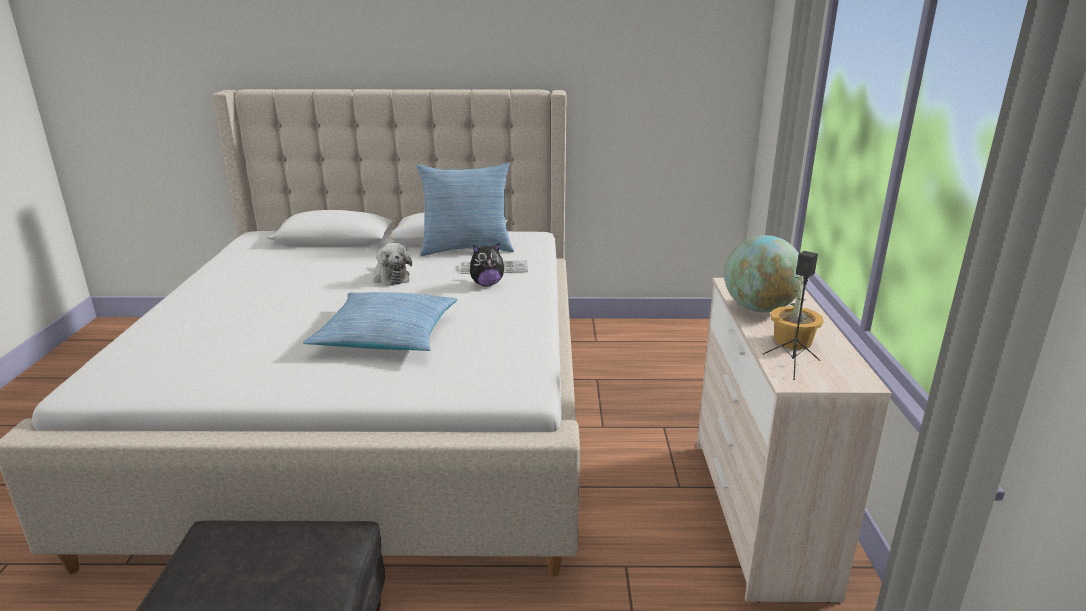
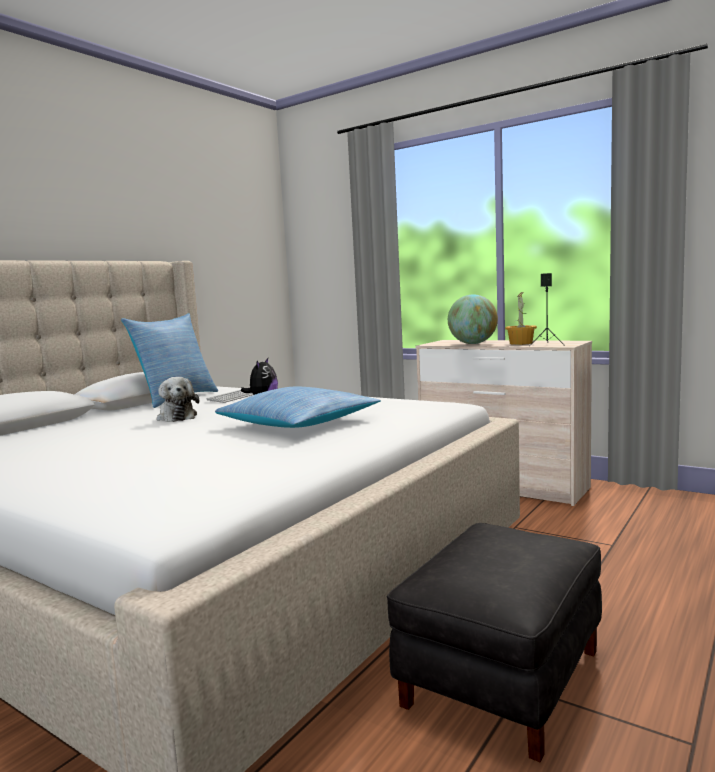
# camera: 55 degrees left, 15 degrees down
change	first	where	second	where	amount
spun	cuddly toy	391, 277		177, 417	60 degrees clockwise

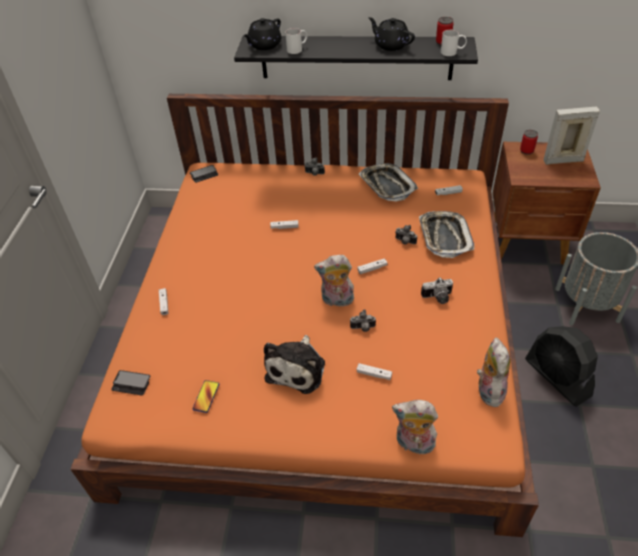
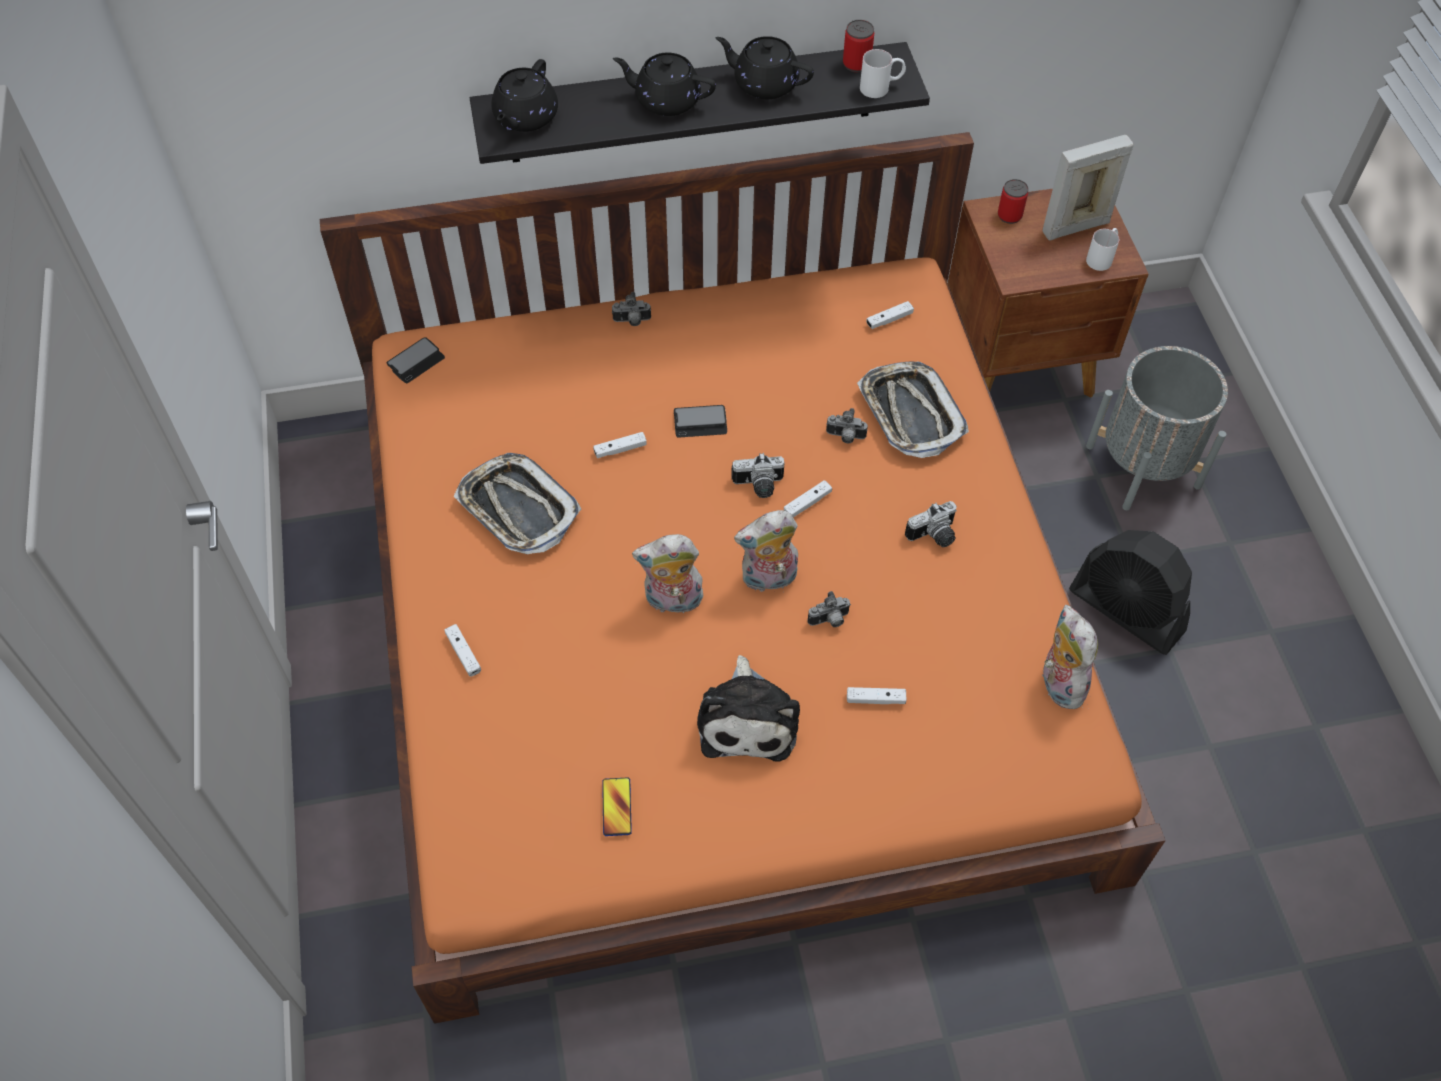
# camera: 20 degrees left, 10 degrees up
change	first	where	second	where	amount
relocated	whitish coffee mug	297, 49		1102, 257	
relocated	serving tray	387, 185		517, 509	
relocated	handset	131, 383		700, 422	
relocated	cuddly toy	413, 444		672, 601	
appeared			black tea pot	666, 100	
appeared			photo camera	758, 486	

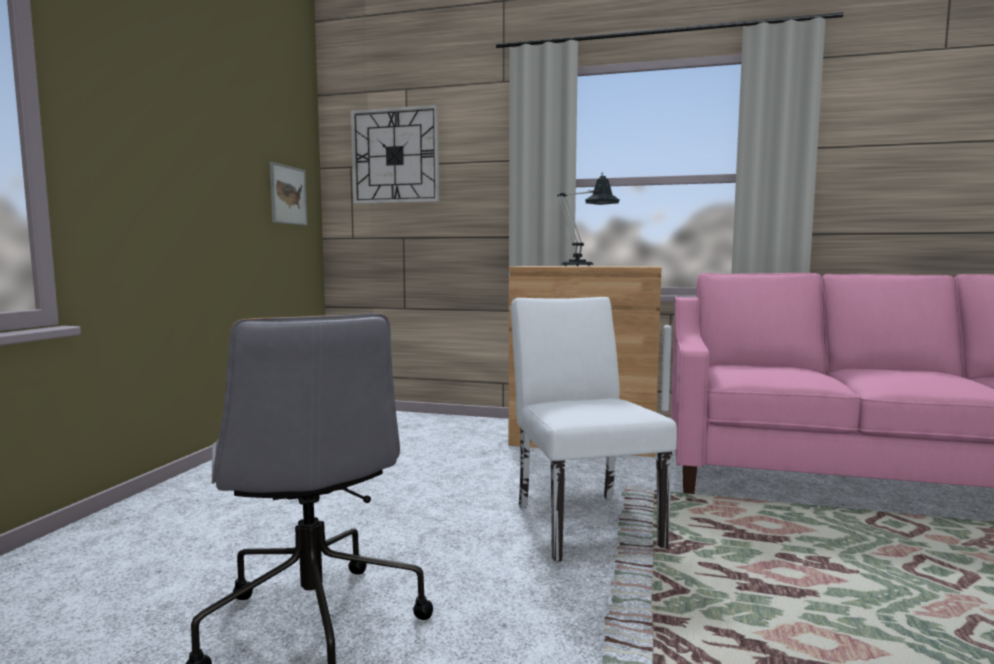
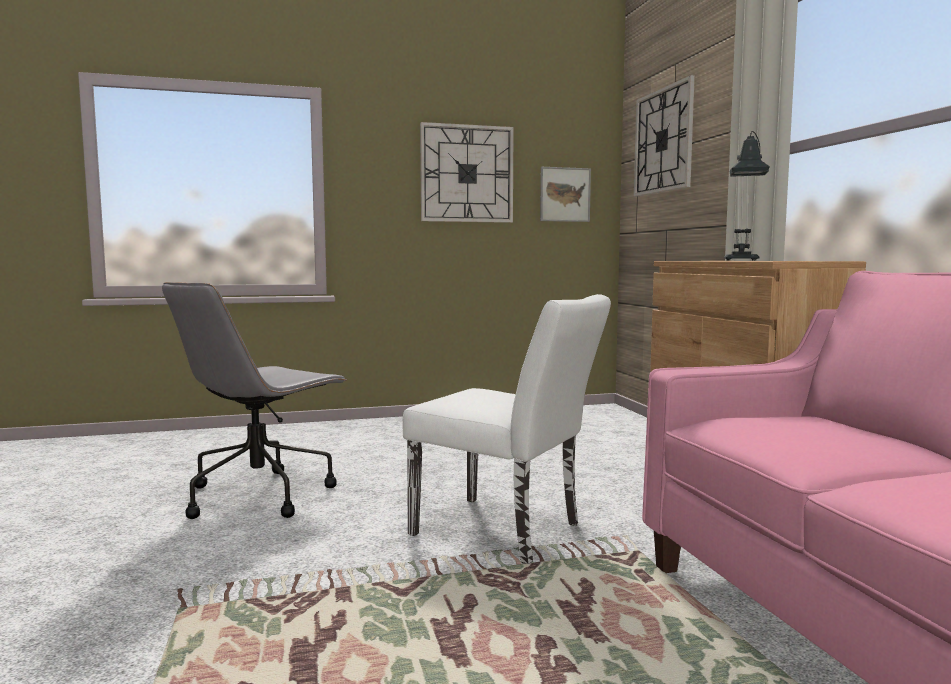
# camera: 60 degrees right, 0 degrees up
change	first	where	second	where	amount
spun	whitish plain chair	582, 520		507, 532	75 degrees clockwise
appeared			wall clock	467, 174	

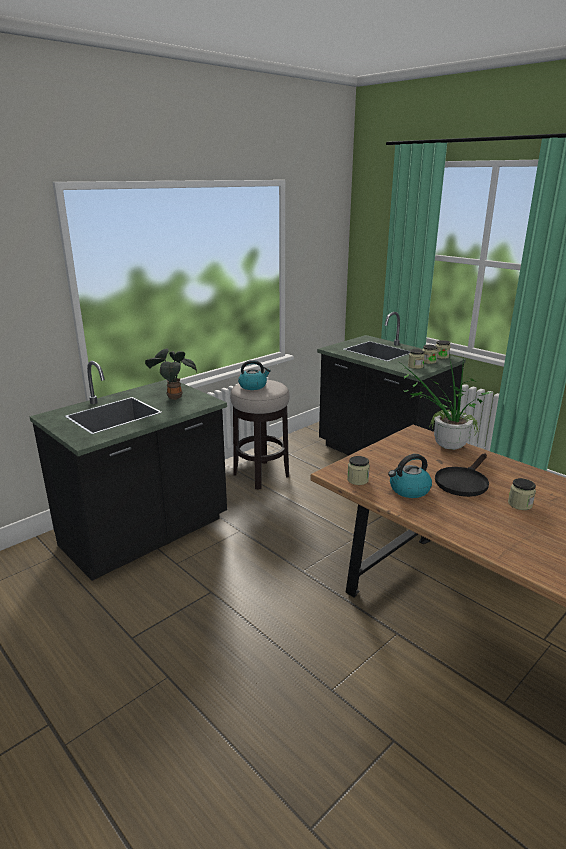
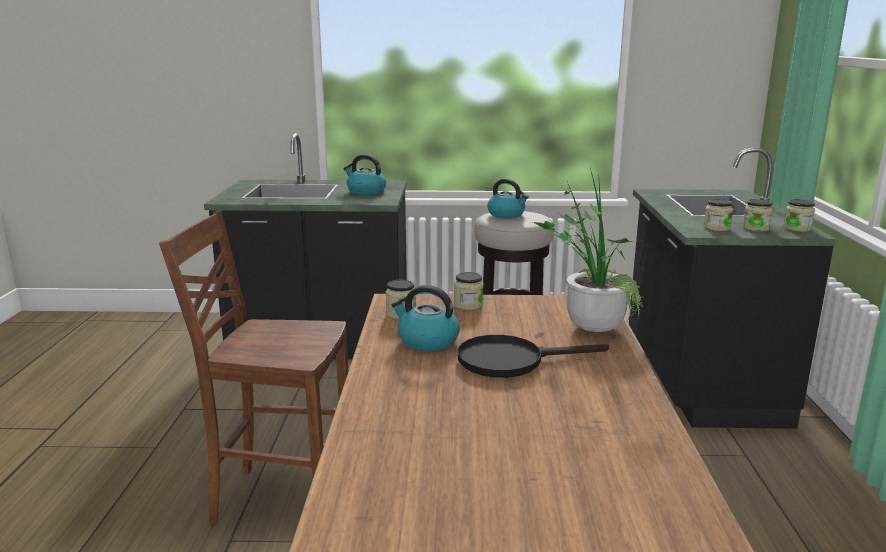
# camera: 45 degrees right, 5 degrees down
change	first	where	second	where	amount
exchanged	houseplant	173, 397	tea kettle	365, 191	
relocated	jar	520, 504		468, 305	
appeared			brownish plain chair	281, 499	

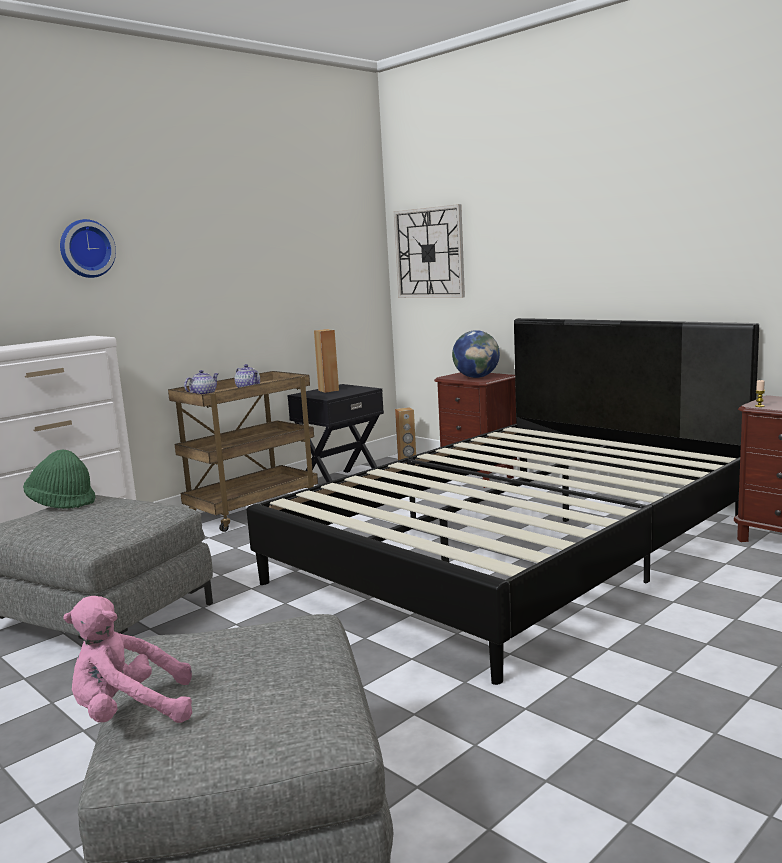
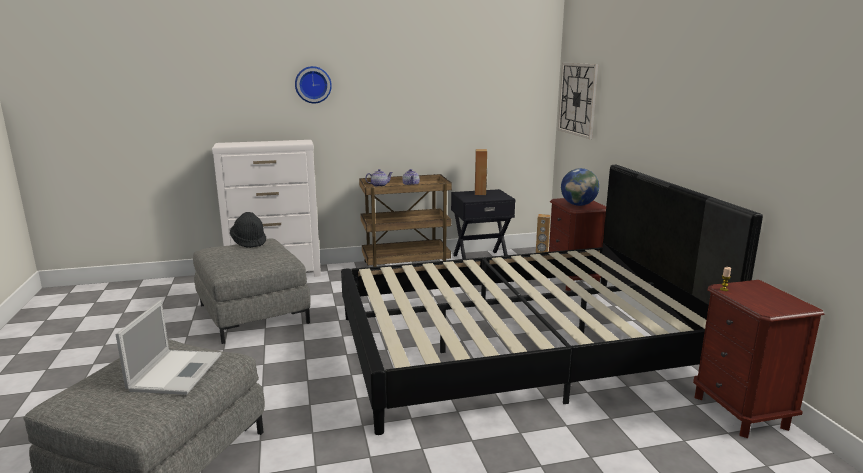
# camera: 30 degrees right, 5 degrees up
change	first	where	second	where	amount
colour	green-coloured hat	62, 503	black hat	249, 242	
missing	pink-coloured cuddly toy	130, 714			
appeared			portable computer	176, 371	

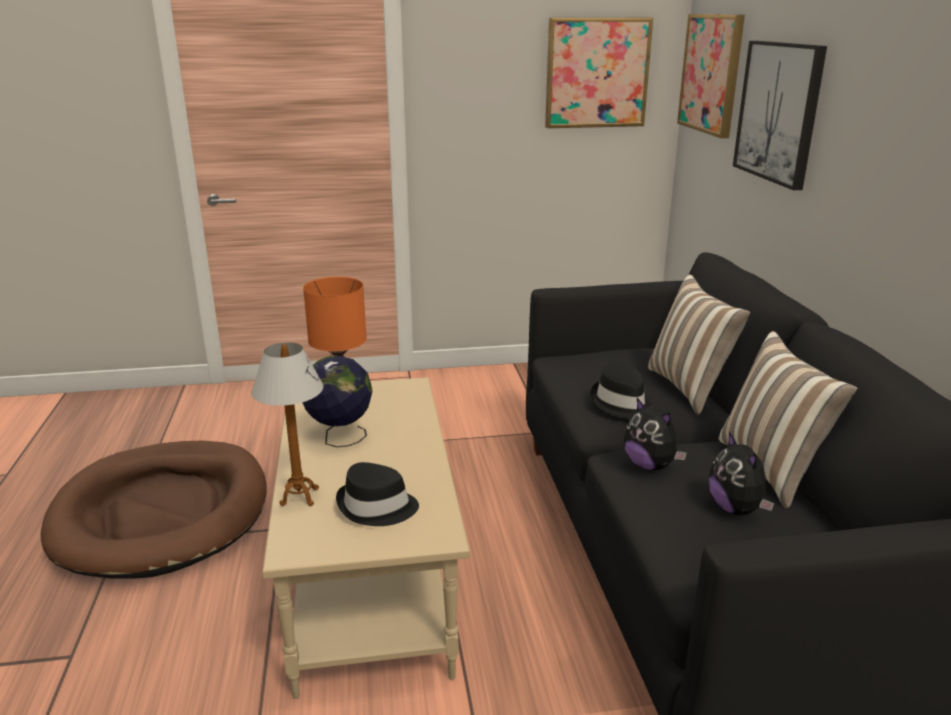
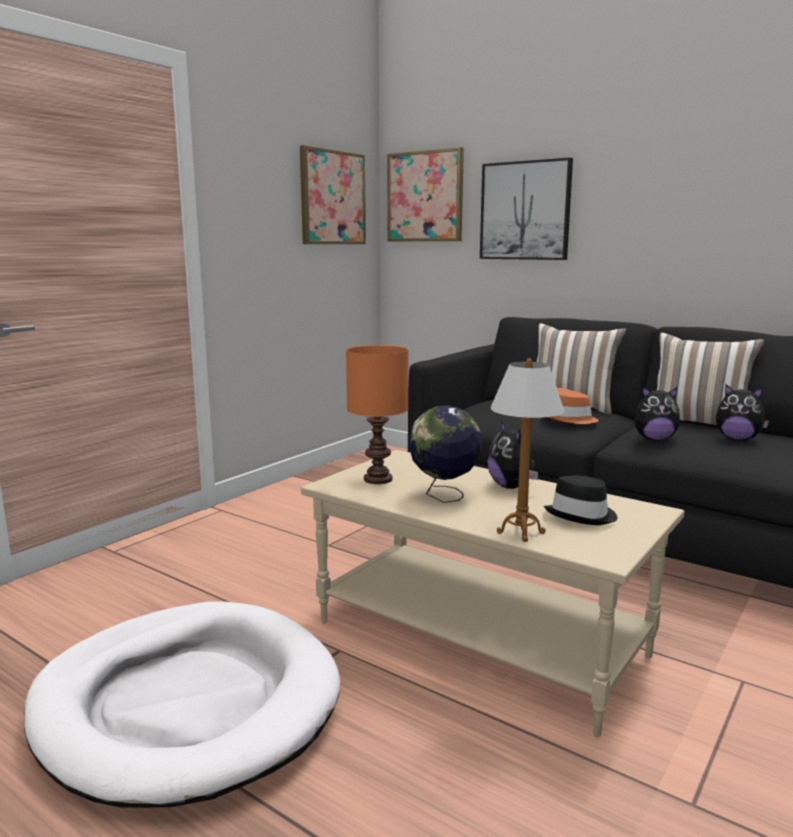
# camera: 45 degrees left, 10 degrees down
change	first	where	second	where	amount
colour	black hat	621, 403	orangey hat	569, 418	
colour	brownish dog bed	162, 513	whitish dog bed	187, 704	
appeared			cuddly toy	512, 486	

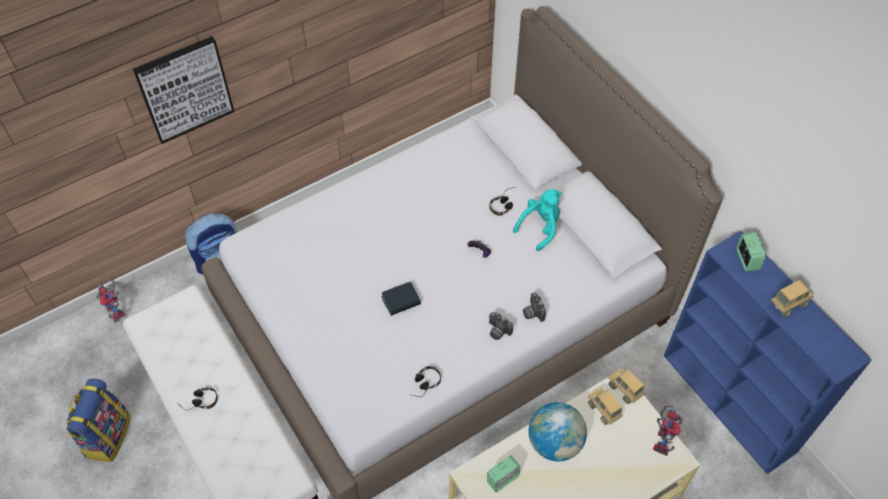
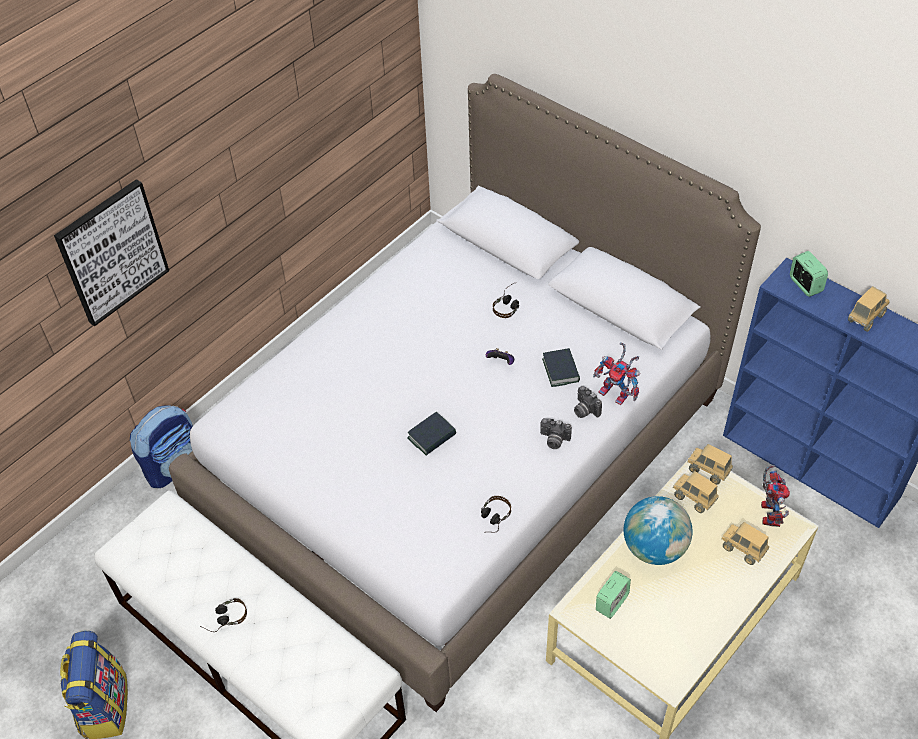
# camera: 15 degrees left, 5 degrees down
change	first	where	second	where	amount
missing	blue-green cuddly toy	540, 228			
relocated	robot figure	118, 312		617, 393	
appeared			volume	560, 370	
appeared			model truck	743, 550	

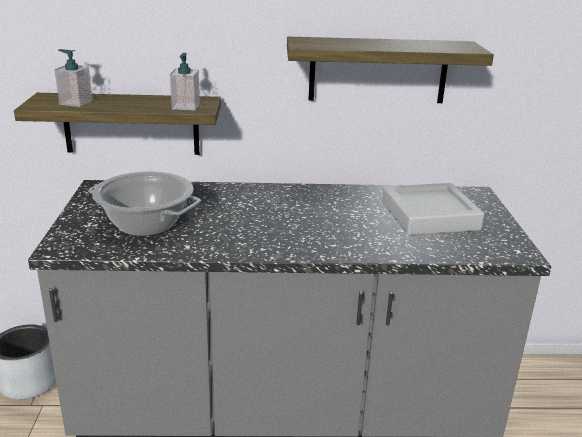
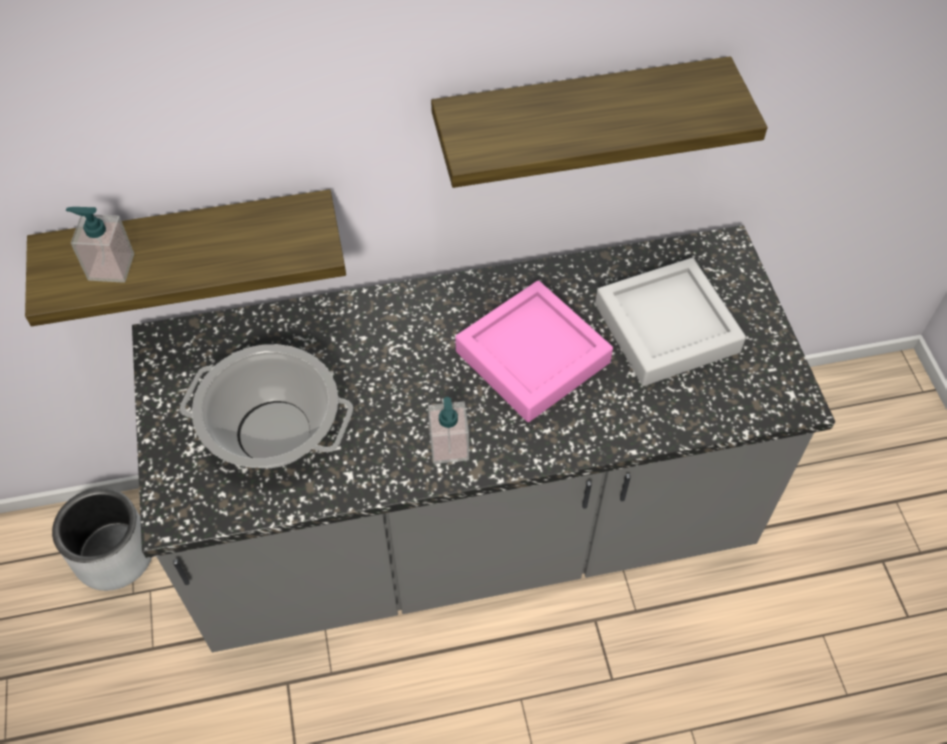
# camera: 10 degrees left, 30 degrees up
change	first	where	second	where	amount
relocated	liquid soap bottle	185, 106		449, 447	
appeared			pink-coloured serving tray	532, 357	

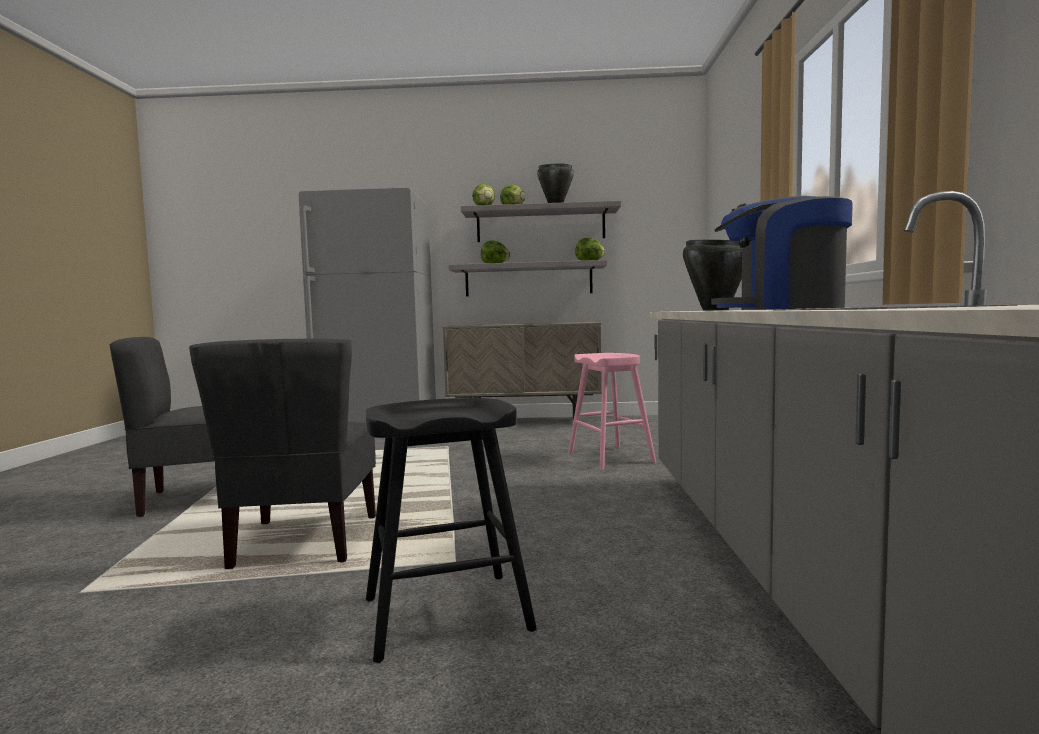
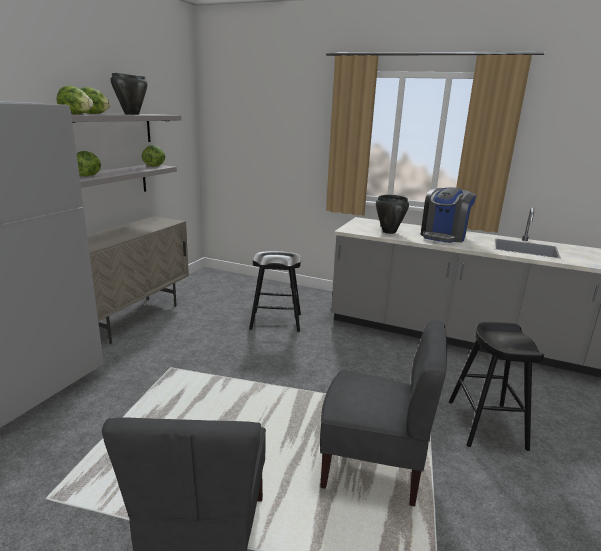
# camera: 70 degrees left, 15 degrees up
change	first	where	second	where	amount
colour	pink-coloured stool	610, 457	black stool	275, 321	

